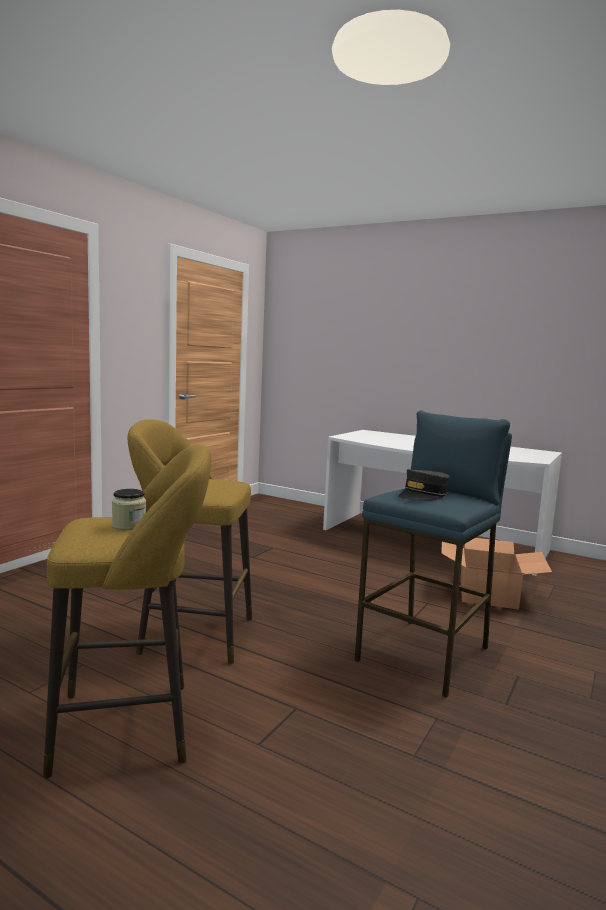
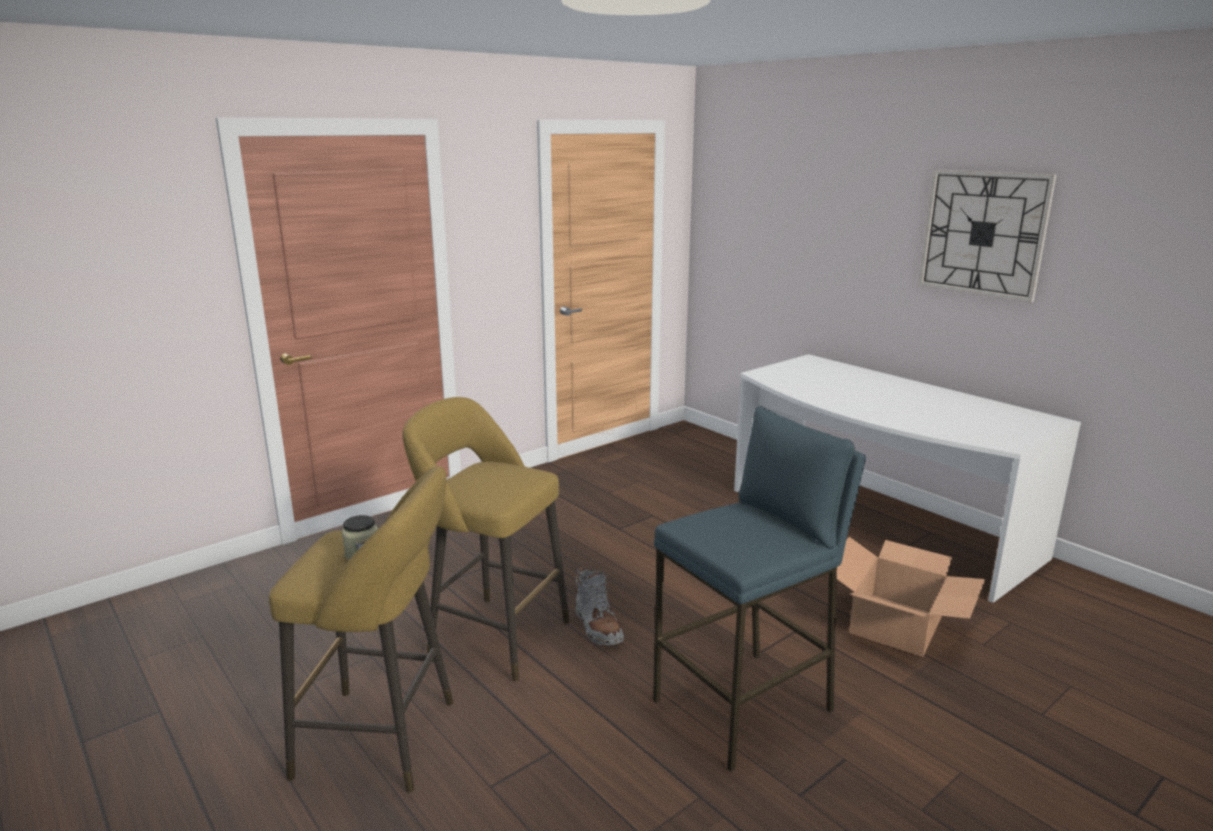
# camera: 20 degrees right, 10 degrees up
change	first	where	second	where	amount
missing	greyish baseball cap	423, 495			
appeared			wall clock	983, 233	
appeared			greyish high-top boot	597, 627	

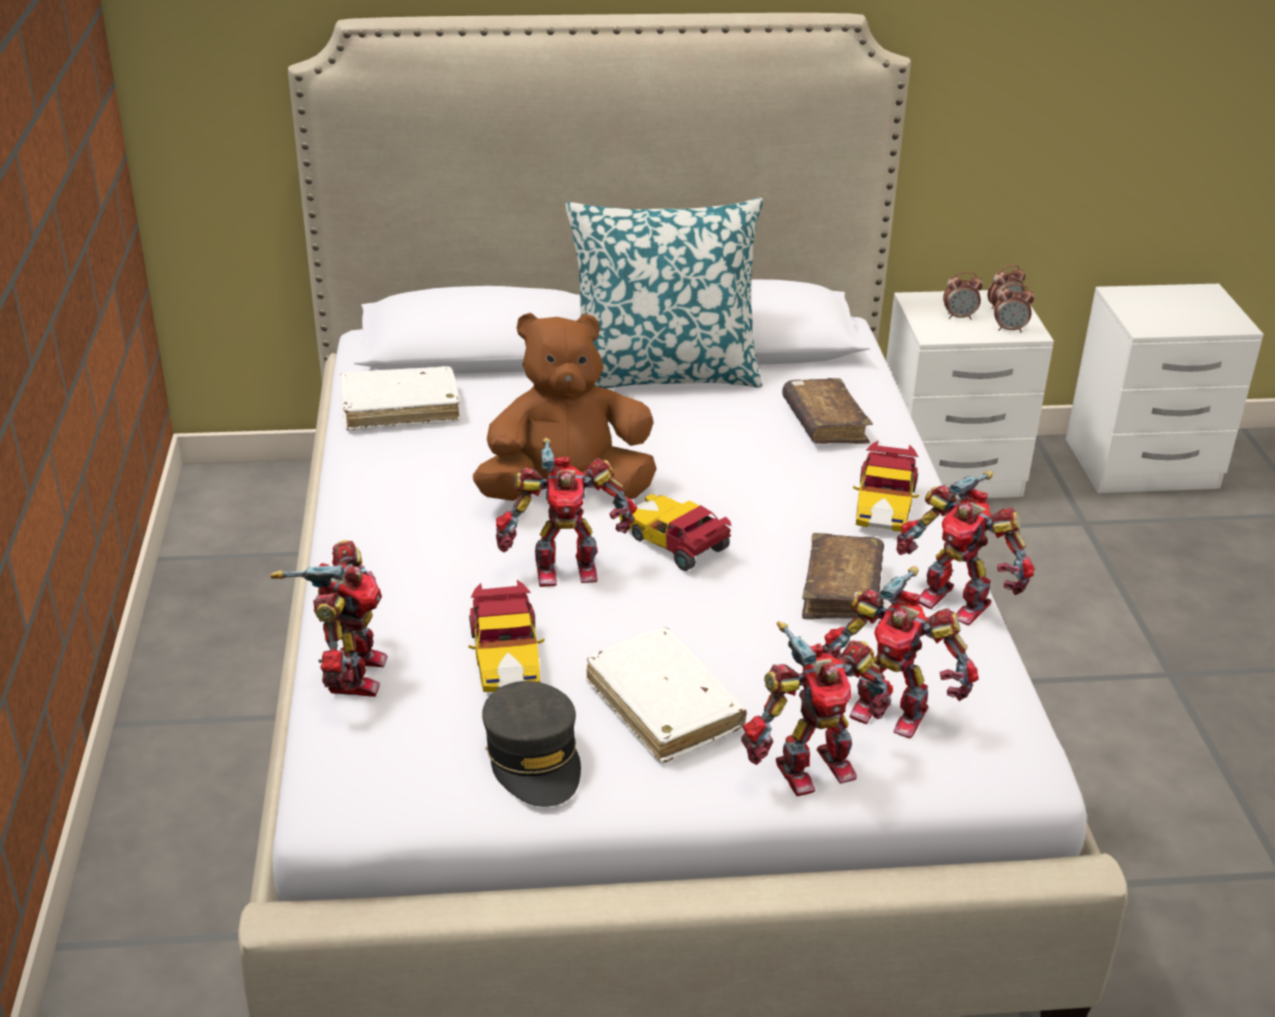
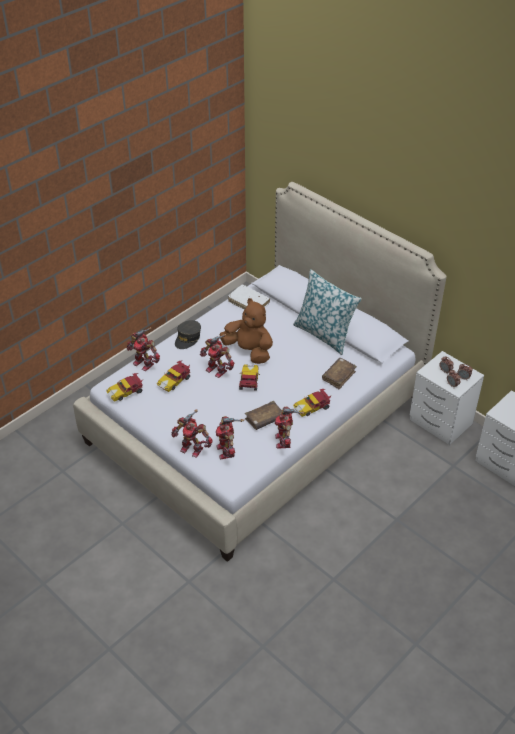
# camera: 50 degrees right, 10 degrees up
change	first	where	second	where	amount
spun	robot figure	351, 674		144, 363	75 degrees clockwise
missing	whitish volume	663, 706			
relocated	greyish baseball cap	534, 758		188, 338	
appeared			toy car	126, 392	

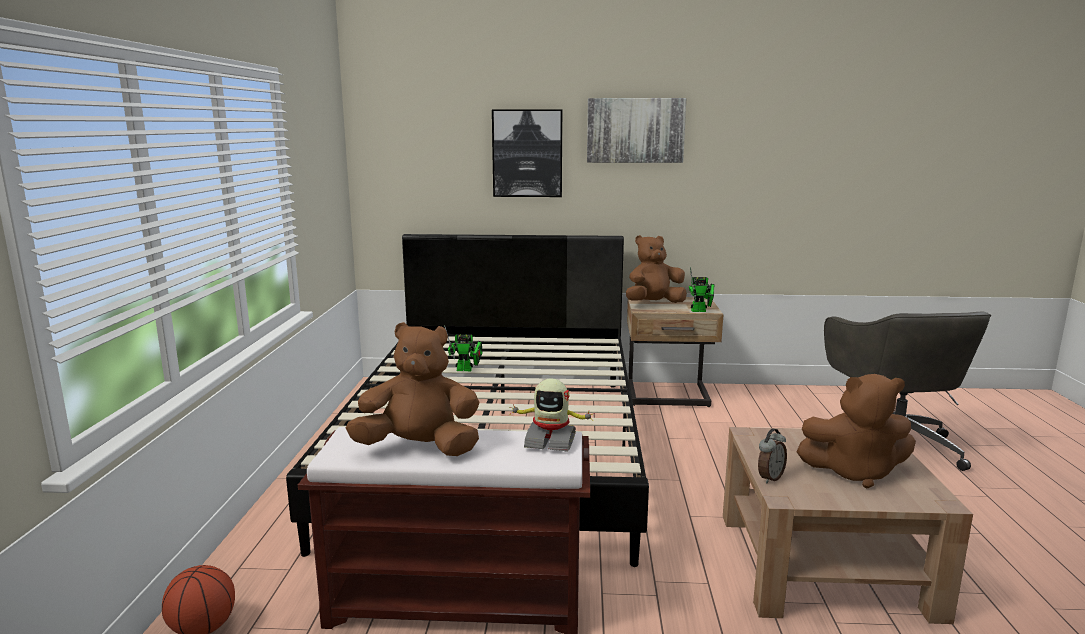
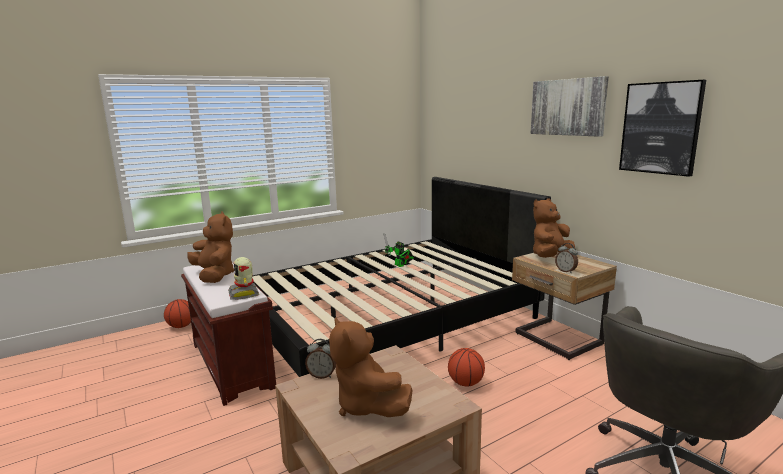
# camera: 55 degrees right, 0 degrees up
change	first	where	second	where	amount
relocated	wall art	527, 153		660, 128	
spun	brownish cuddly toy	654, 303		550, 257	75 degrees counterclockwise
exchanged	robot figure	701, 311	table clock	566, 271	
appeared			basketball	465, 383	

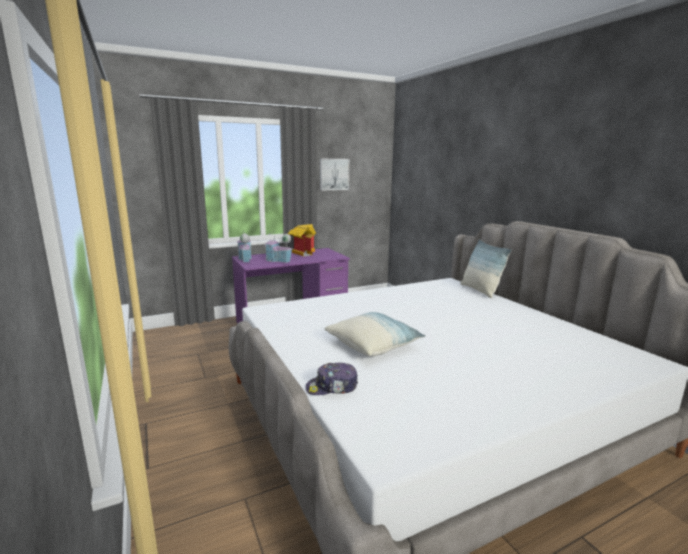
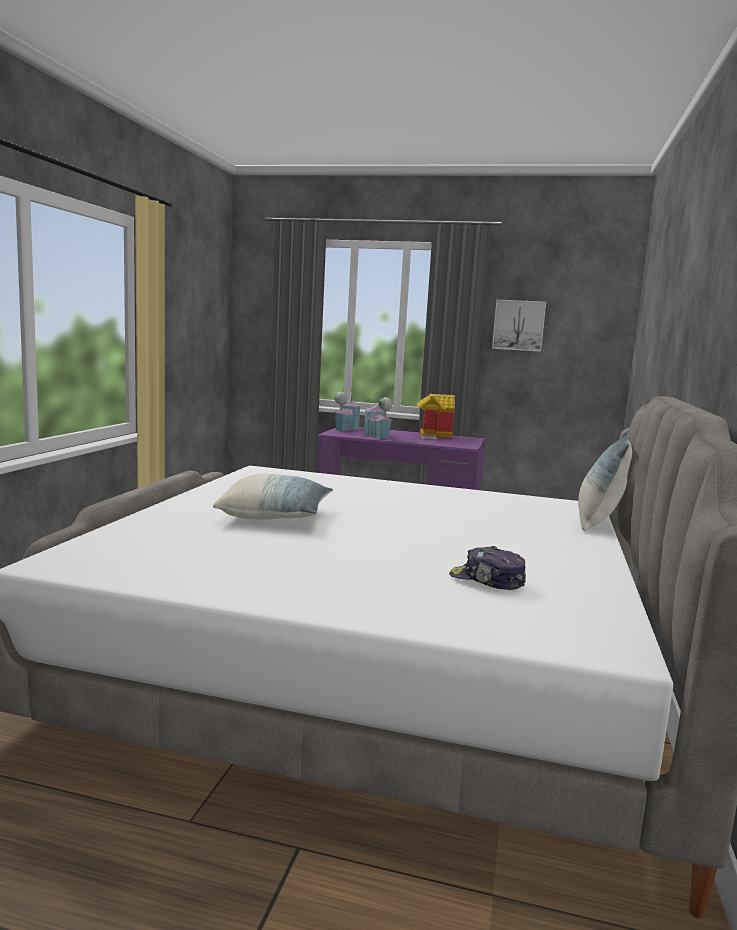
# camera: 40 degrees right, 5 degrees down
change	first	where	second	where	amount
relocated	baseball cap	332, 387		487, 581	

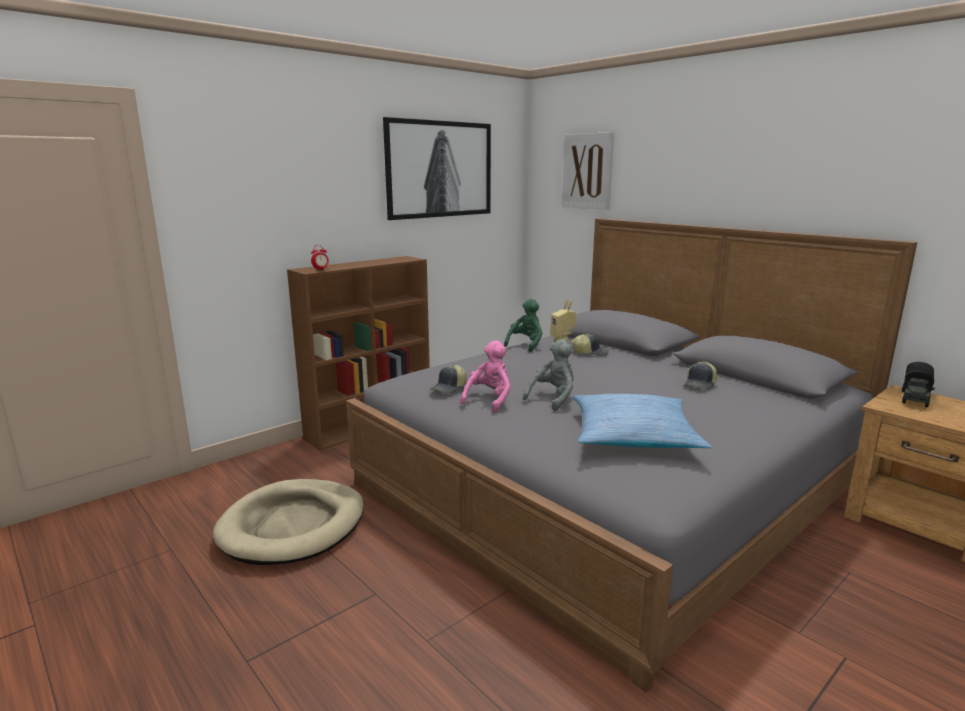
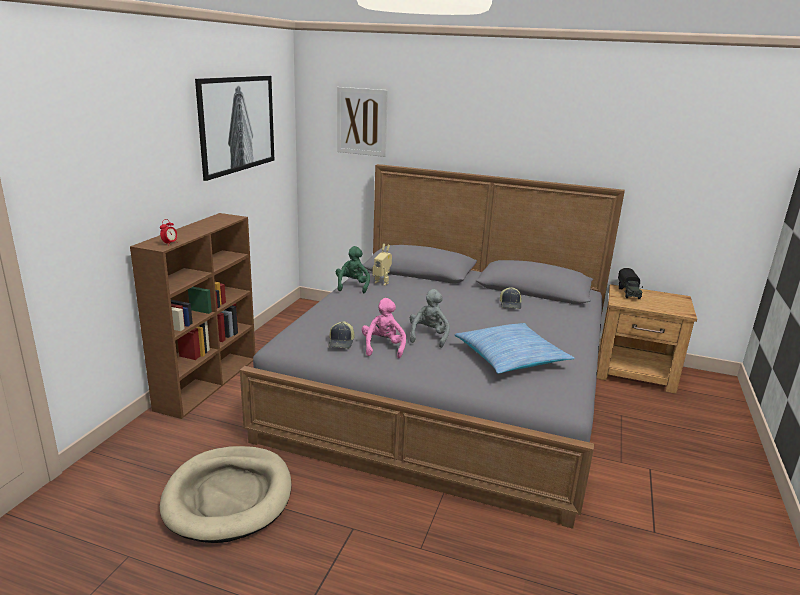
# camera: 30 degrees left, 5 degrees up
change	first	where	second	where	amount
missing	baseball cap	590, 352			

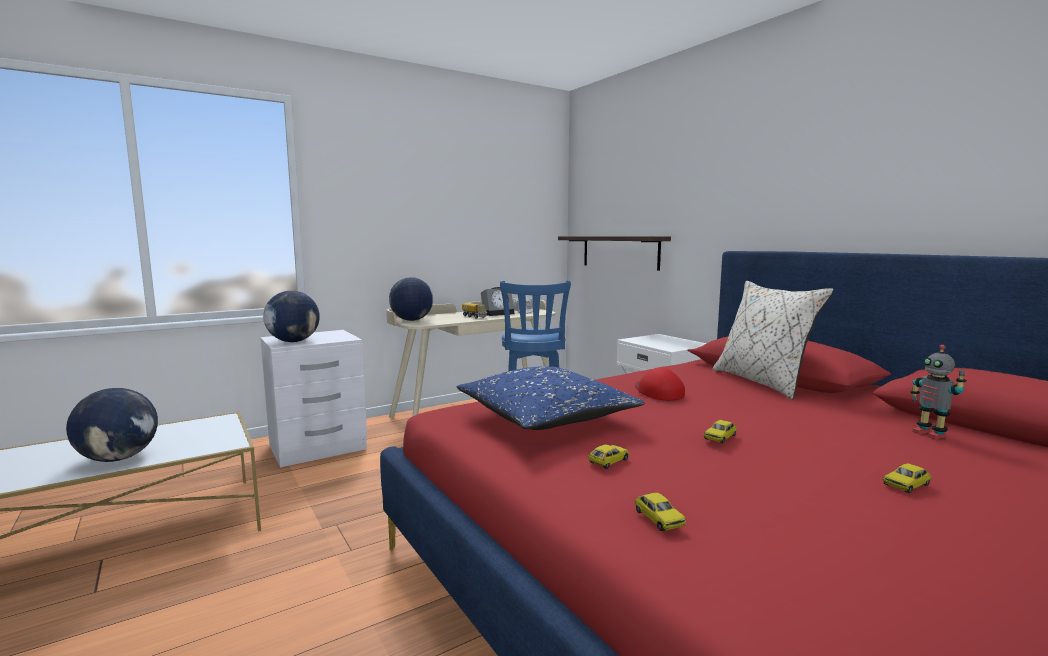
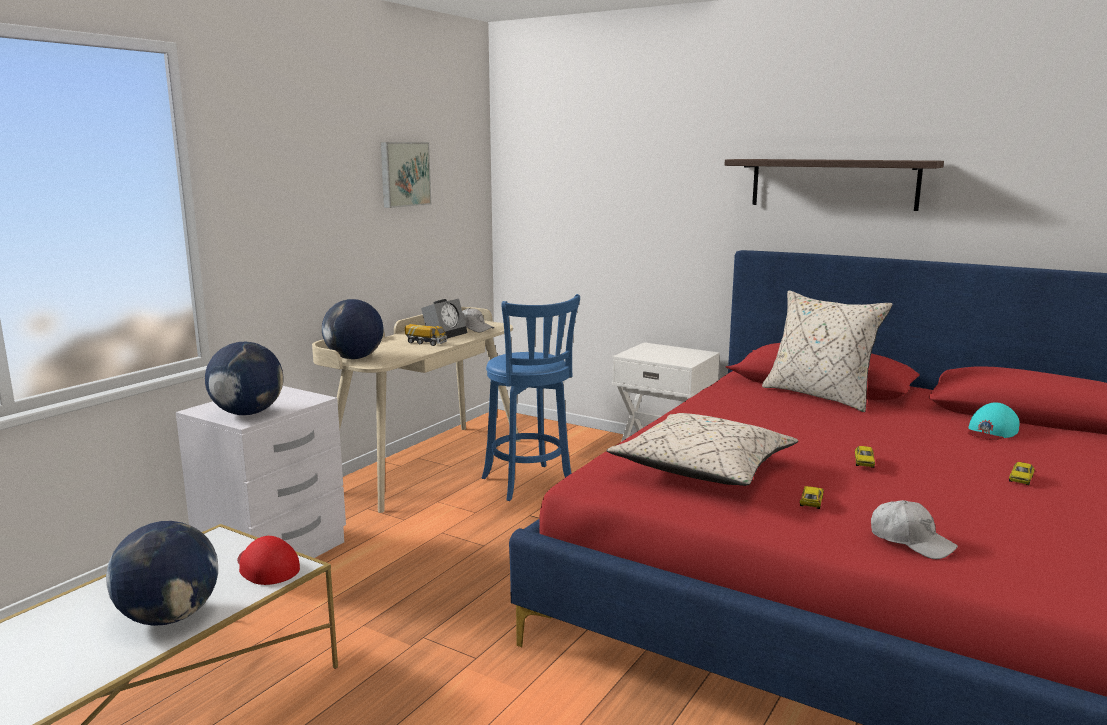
# camera: 25 degrees left, 5 degrees up
change	first	where	second	where	amount
relocated	shelf	619, 252		833, 183	
exchanged	robot figure	930, 434	blue-green baseball cap	991, 431	
colour	bluish throw pillow	545, 418	sand-coloured throw pillow	703, 469	
relocated	red-coloured baseball cap	657, 391		266, 567	
exchanged	toy car	659, 519	whitish baseball cap	911, 541	
appeared			wall art	403, 174	

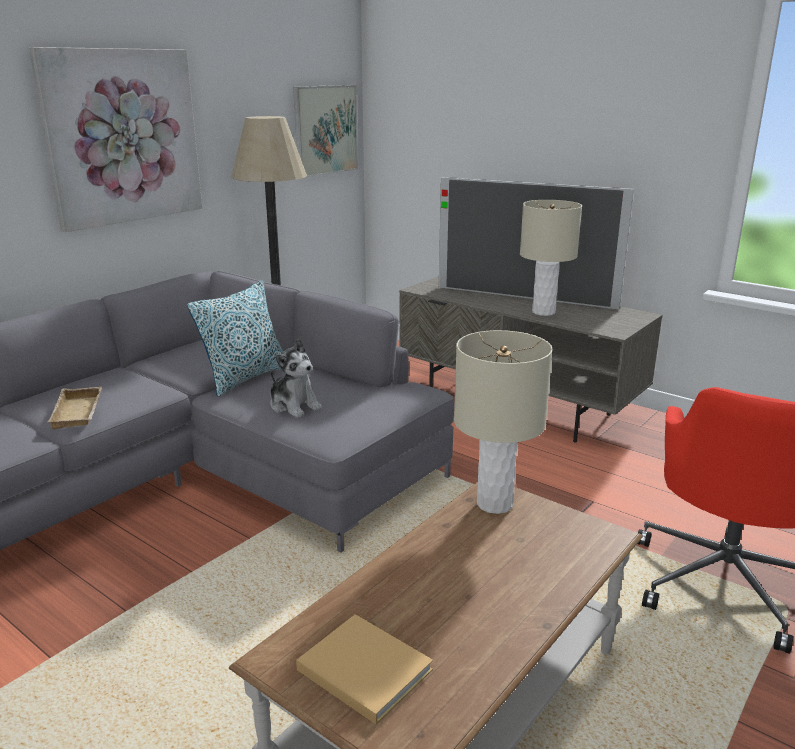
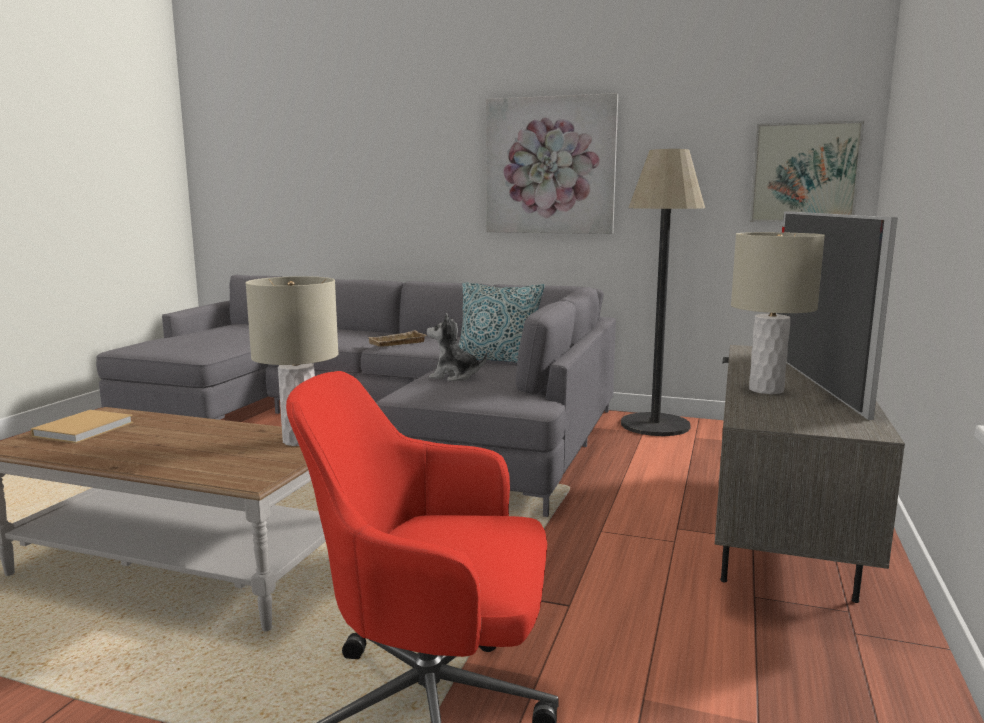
# camera: 70 degrees right, 10 degrees down
change	first	where	second	where	amount
spun	cuddly toy	294, 405		454, 376	75 degrees clockwise

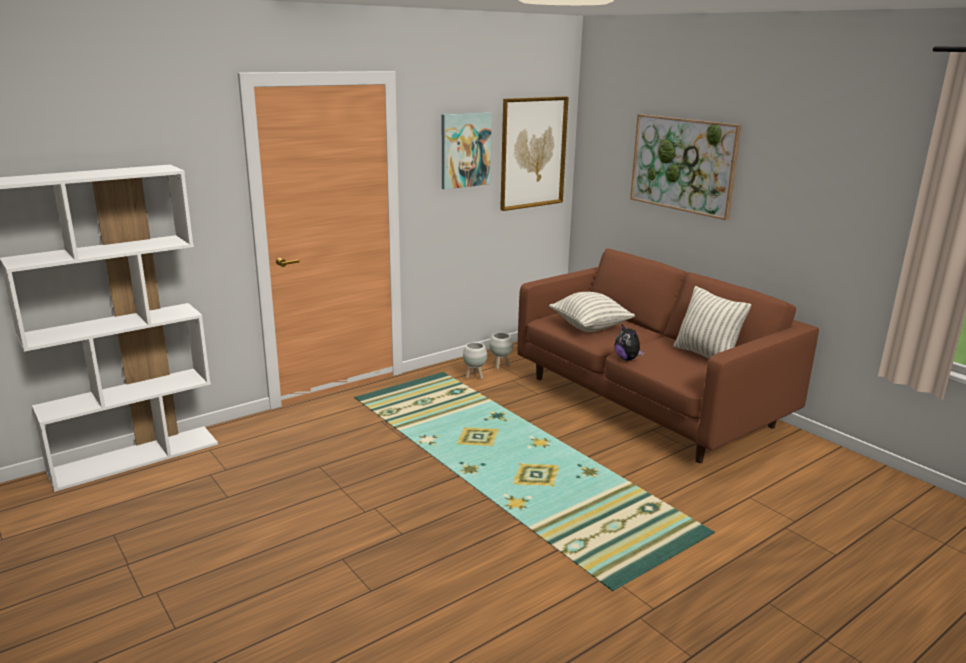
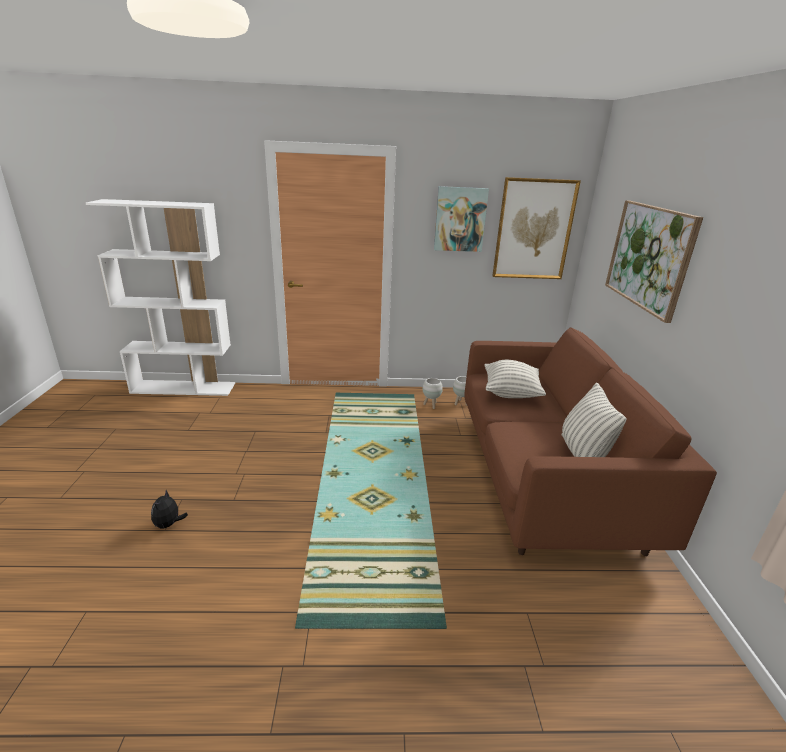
# camera: 35 degrees right, 5 degrees up
change	first	where	second	where	amount
relocated	cuddly toy	627, 359		169, 524	

